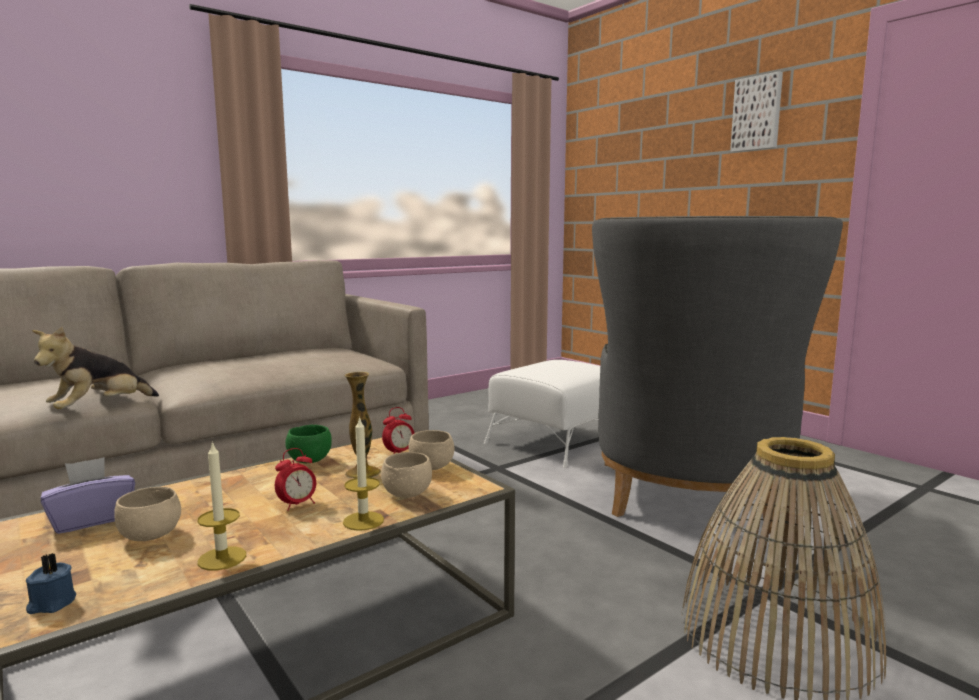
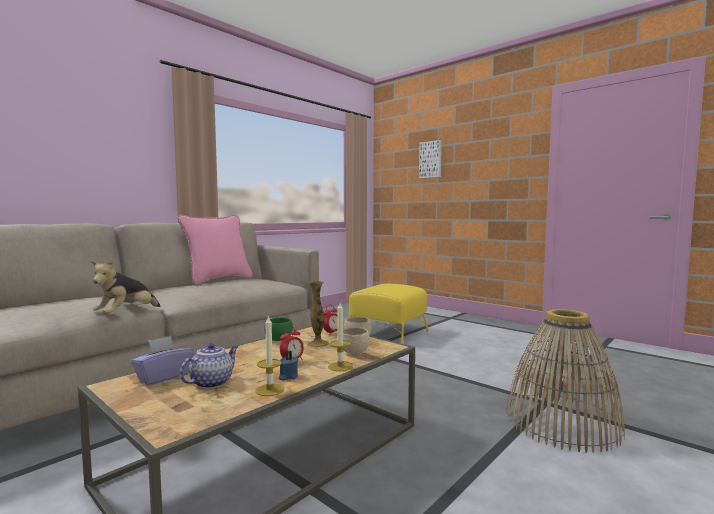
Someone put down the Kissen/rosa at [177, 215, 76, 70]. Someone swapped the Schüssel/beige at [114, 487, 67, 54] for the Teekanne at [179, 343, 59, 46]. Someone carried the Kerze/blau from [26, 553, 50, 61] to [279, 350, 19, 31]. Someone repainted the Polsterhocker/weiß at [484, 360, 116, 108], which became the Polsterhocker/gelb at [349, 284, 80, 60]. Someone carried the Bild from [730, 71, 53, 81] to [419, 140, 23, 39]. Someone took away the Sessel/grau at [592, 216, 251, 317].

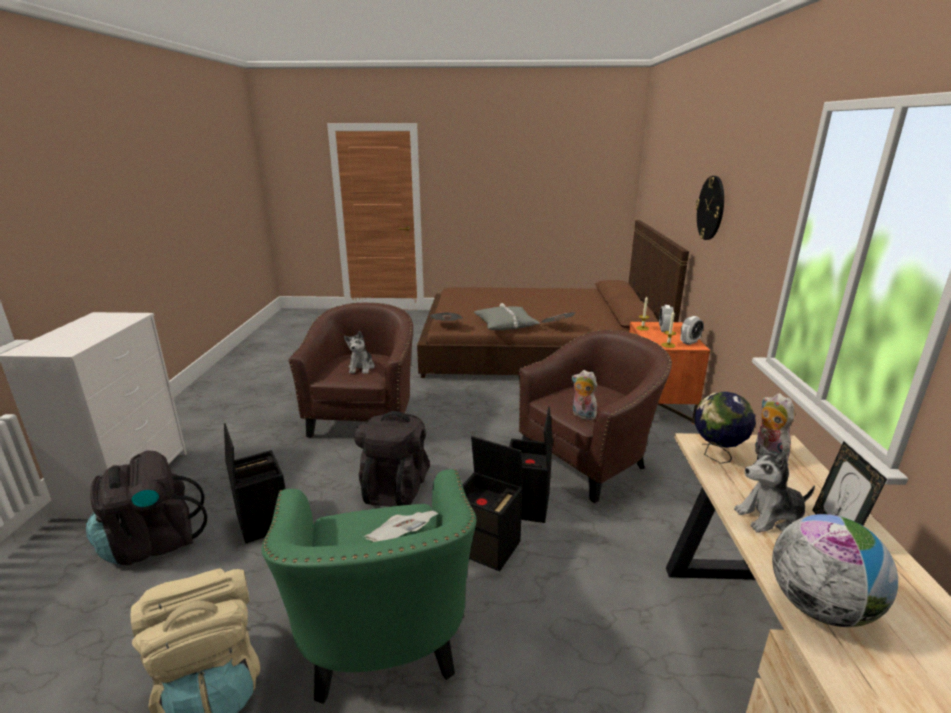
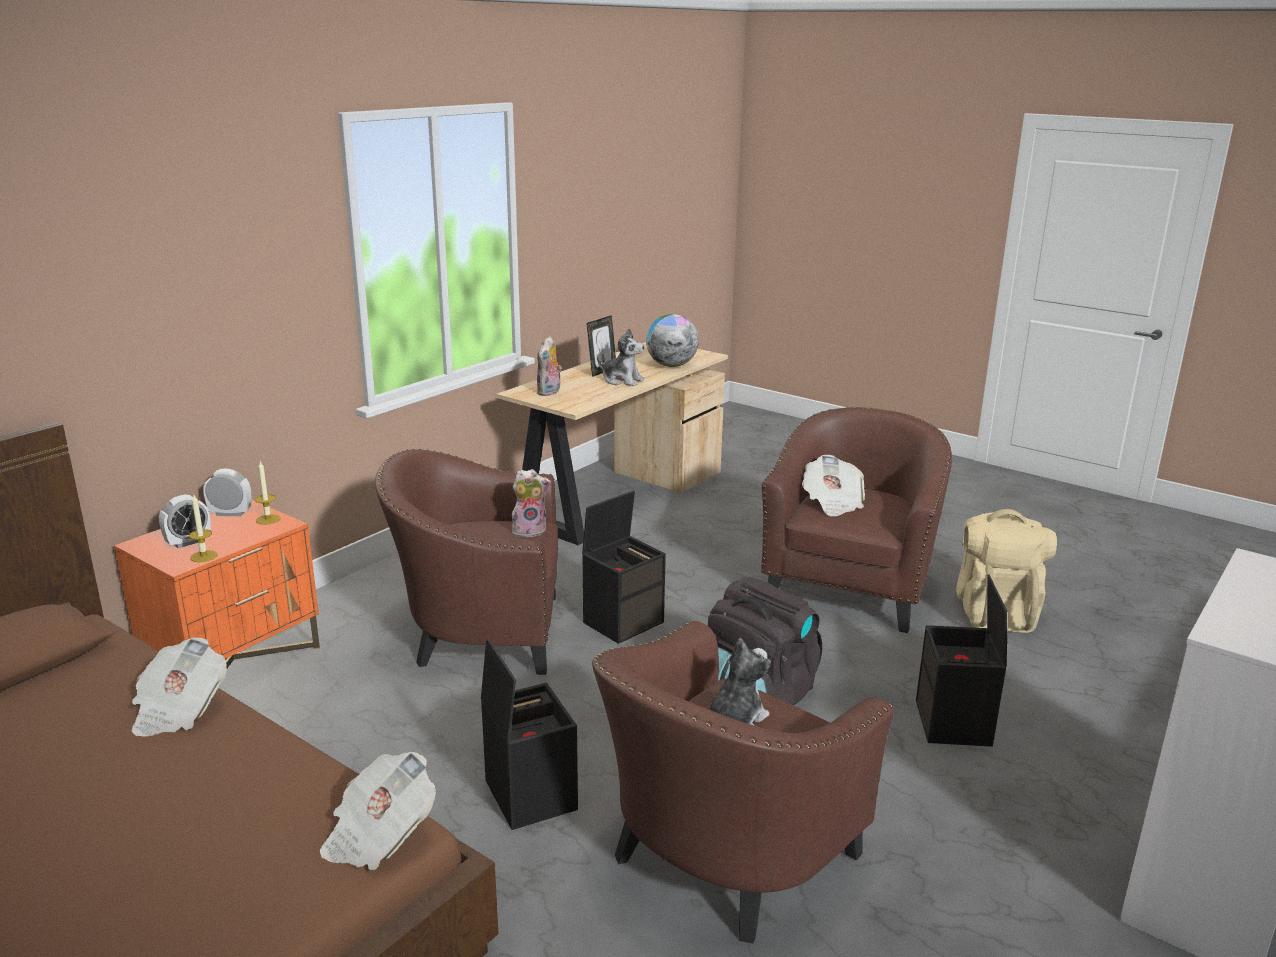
Someone carried the Aufbewahrungsbox/schwarz from [462, 436, 61, 135] to [481, 638, 97, 192]. Someone rotated the Plüschtier at [571, 370, 26, 50] by 90 degrees counterclockwise. Someone repainted the Sessel/grün at [261, 469, 216, 235], which became the Sessel/braun at [761, 407, 191, 226]. Someone took away the Rucksack/schwarz at [86, 450, 121, 115]. Someone took away the Kissen/grau at [474, 303, 66, 27]. Someone took away the Globus at [694, 392, 62, 72]. Someone took away the Wanduhr at [695, 176, 29, 64].

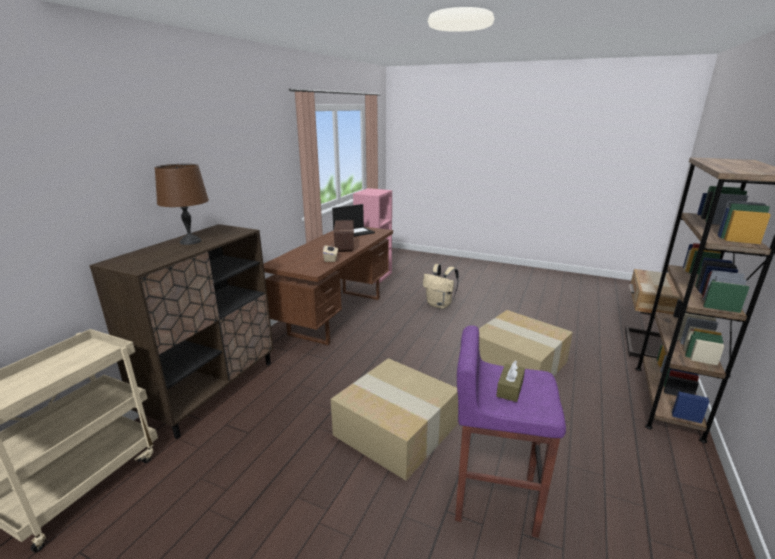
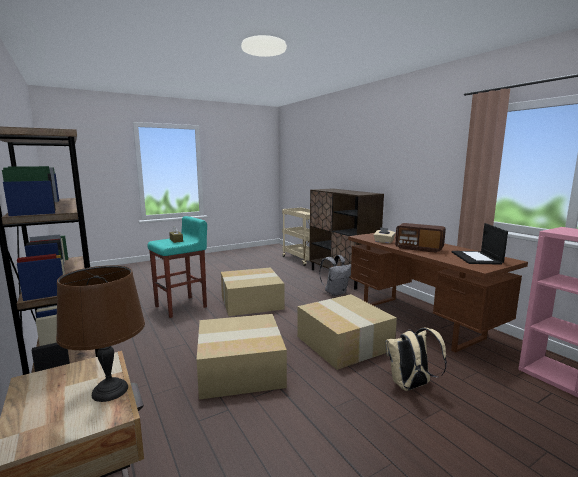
Someone carried the Tischlampe/braun from [155, 164, 54, 81] to [56, 265, 89, 137]. Someone repainted the Hocker/lila at [455, 325, 111, 213], which became the Hocker/türkis at [147, 216, 60, 102]. Someone put down the Karton at [297, 294, 100, 76]. Someone put down the Rucksack/grau at [319, 255, 32, 41].

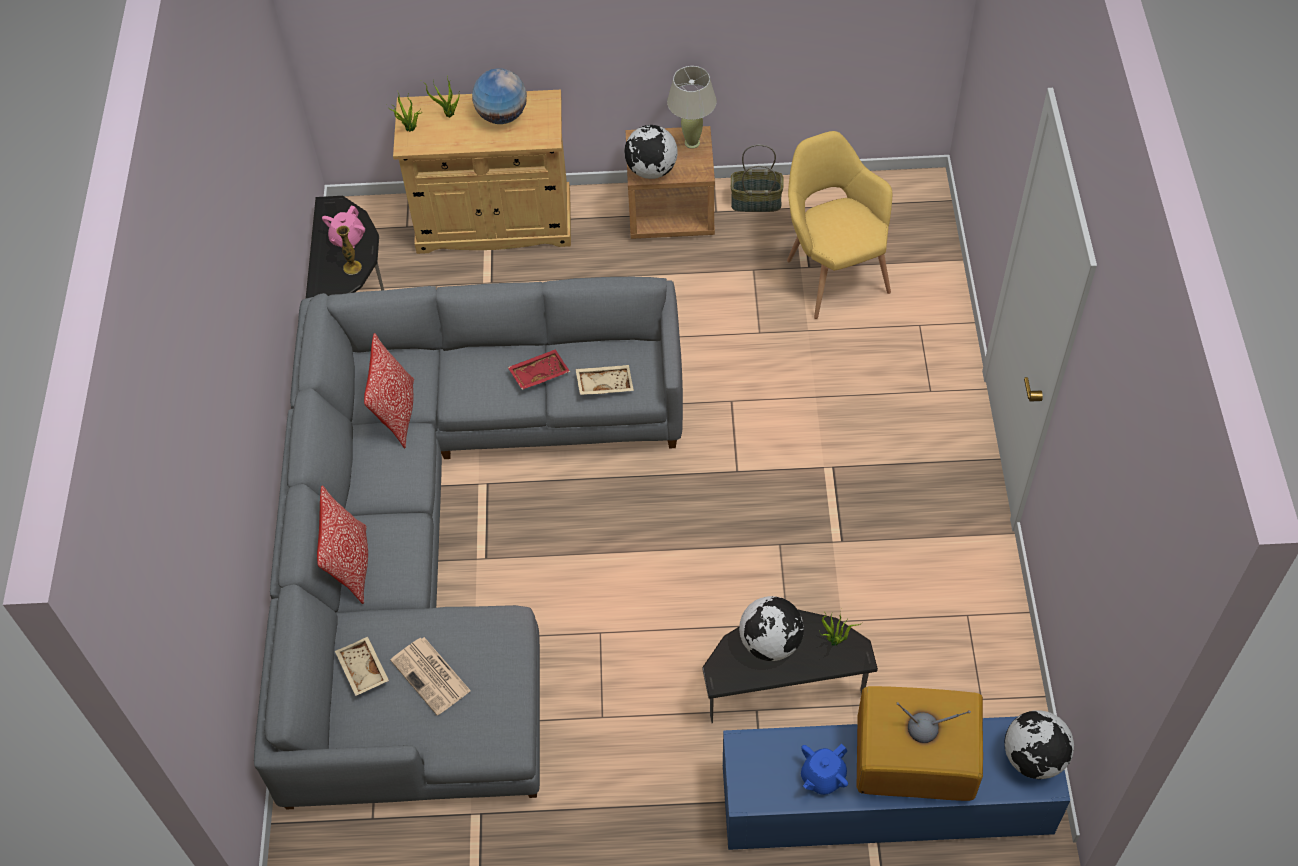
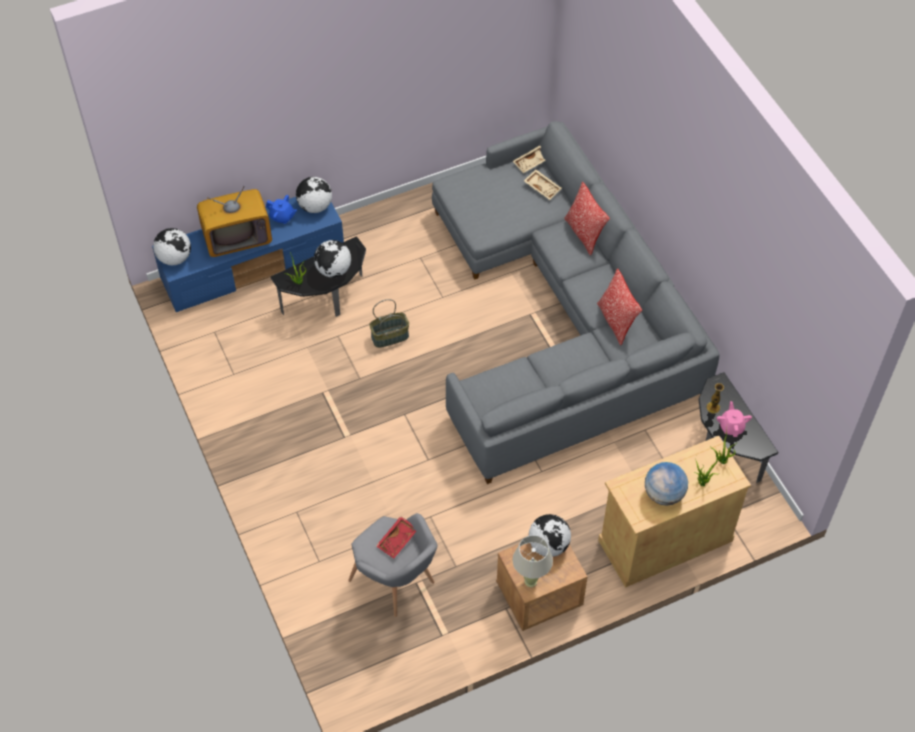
Someone rotated the Teekanne/blau at [801, 744, 47, 51] by 90 degrees clockwise. Someone put down the Globus at [296, 177, 36, 36]. Someone repainted the Sessel/gelb at [787, 131, 105, 188], which became the Sessel/grau at [348, 513, 90, 104]. Someone carried the Korb from [731, 144, 53, 68] to [369, 299, 40, 49]. Someone carried the Tablett/rot from [508, 349, 62, 41] to [376, 516, 40, 42]. Someone carried the Tablett/beige from [575, 365, 59, 30] to [513, 145, 33, 28]. Someone took away the Zeitung at [390, 637, 81, 78].

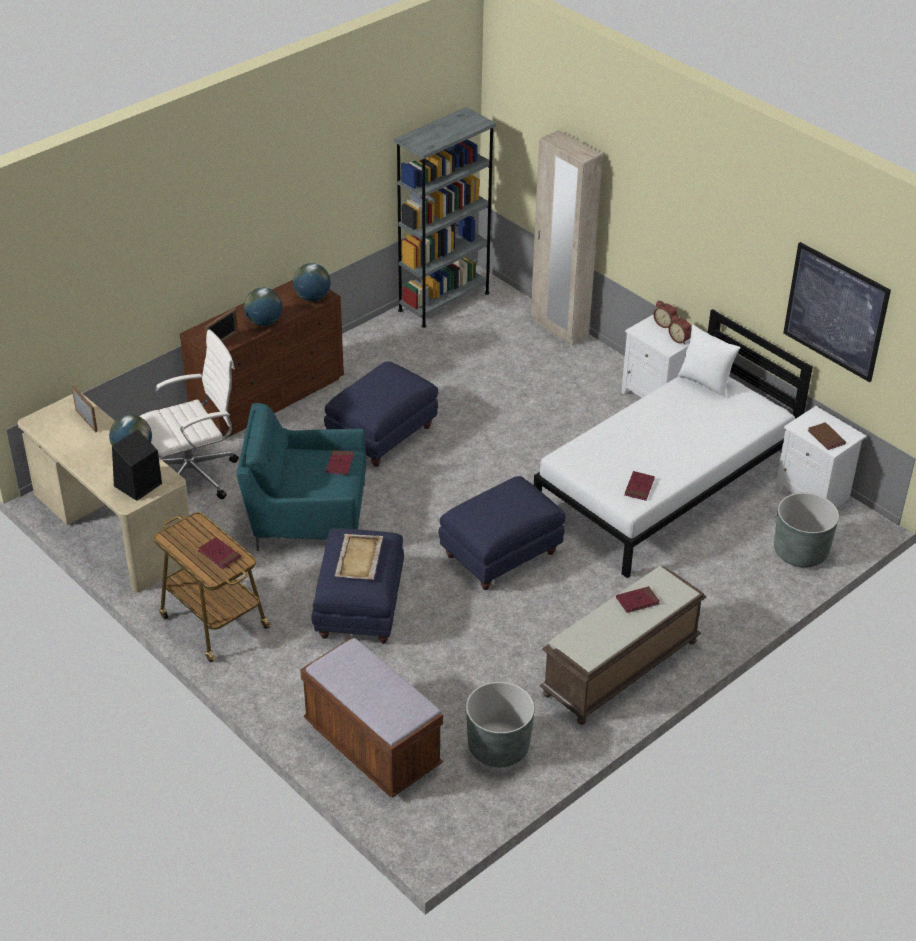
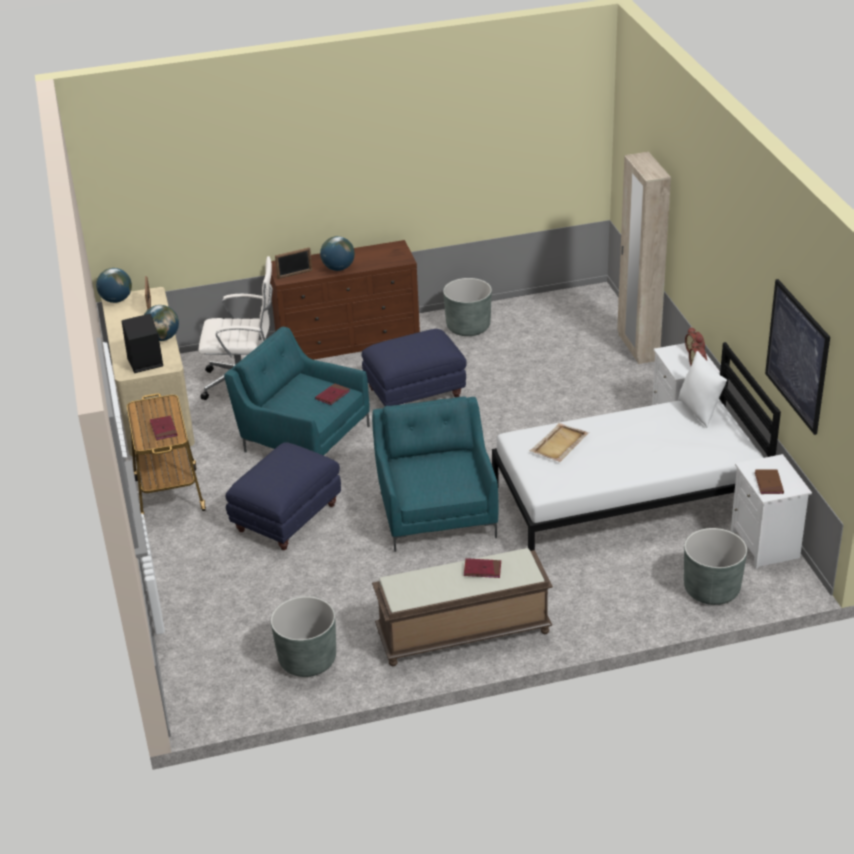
Someone carried the Globus from [293, 263, 38, 38] to [96, 268, 36, 35]. Someone swapped the Polsterhocker/blau at [438, 476, 128, 114] for the Sessel/türkis at [372, 396, 126, 156]. Someone put down the Pflanzkübel/grau at [443, 278, 49, 58]. Someone carried the Tablett/beige from [335, 534, 48, 46] to [530, 423, 59, 39]. Someone took away the Bank/braun at [300, 637, 143, 161]. Someone took away the Bücherregal/grau at [394, 107, 102, 221]. Someone took away the Buch/rot at [625, 471, 30, 30].

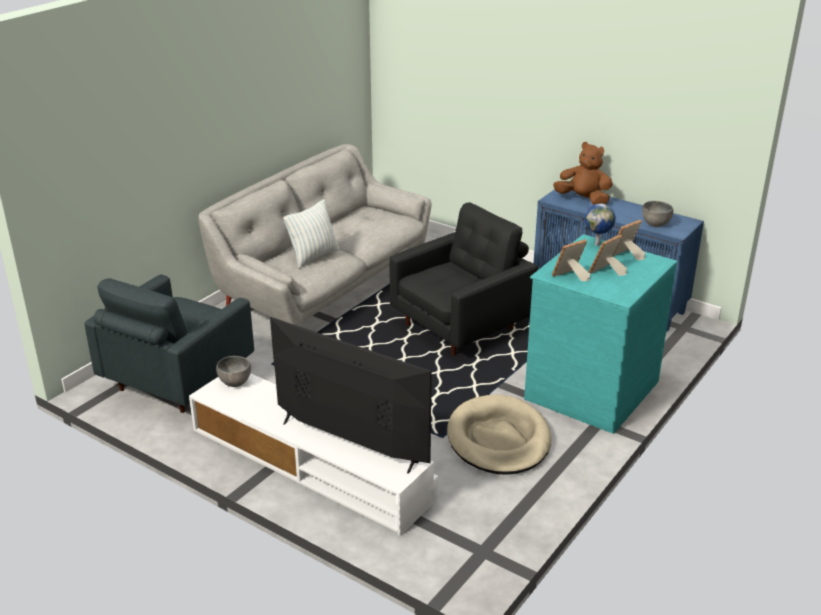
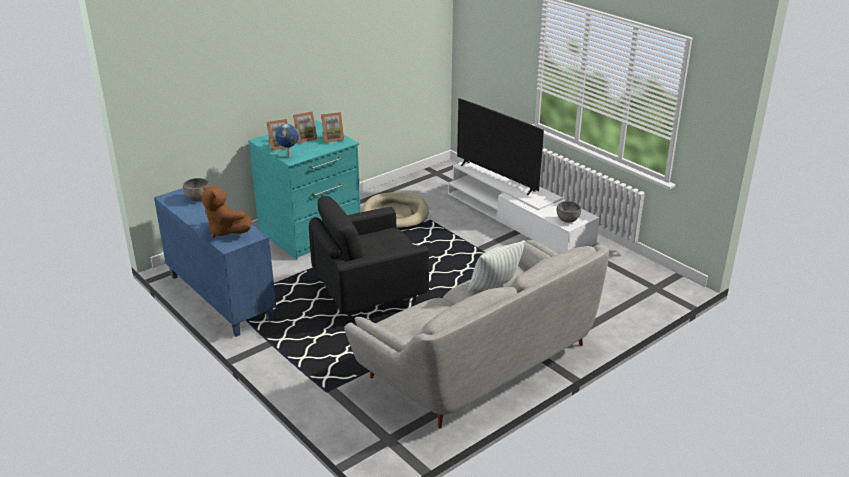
Someone took away the Sessel/grau at [84, 274, 170, 139].

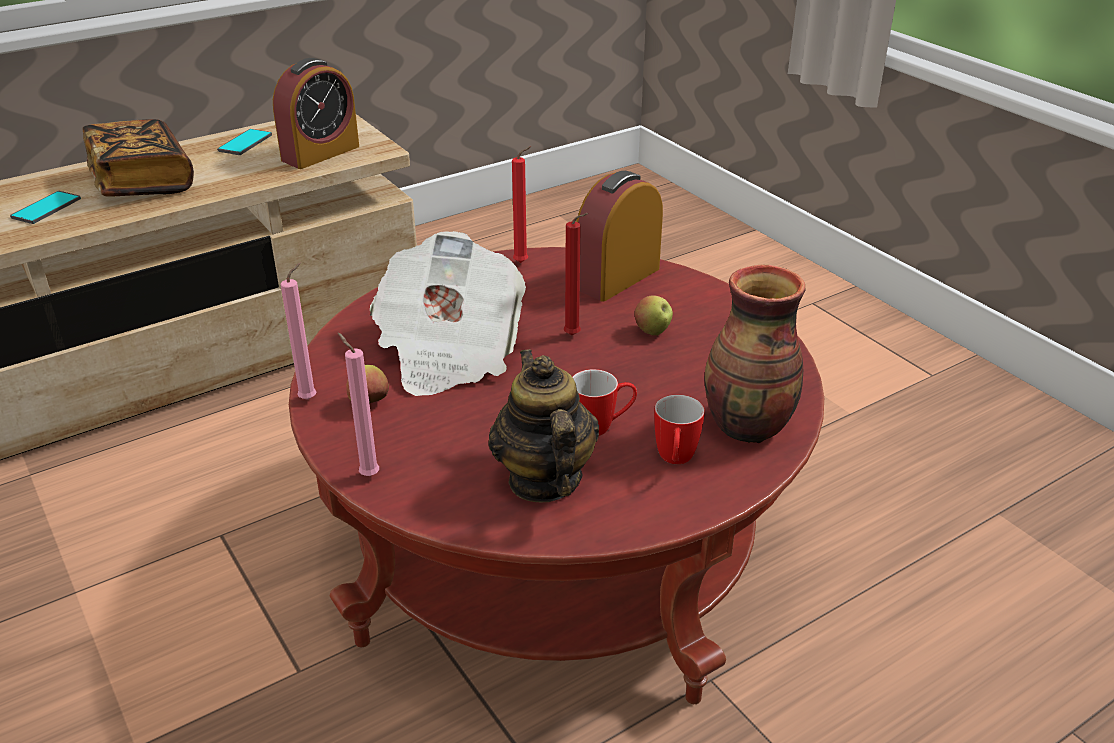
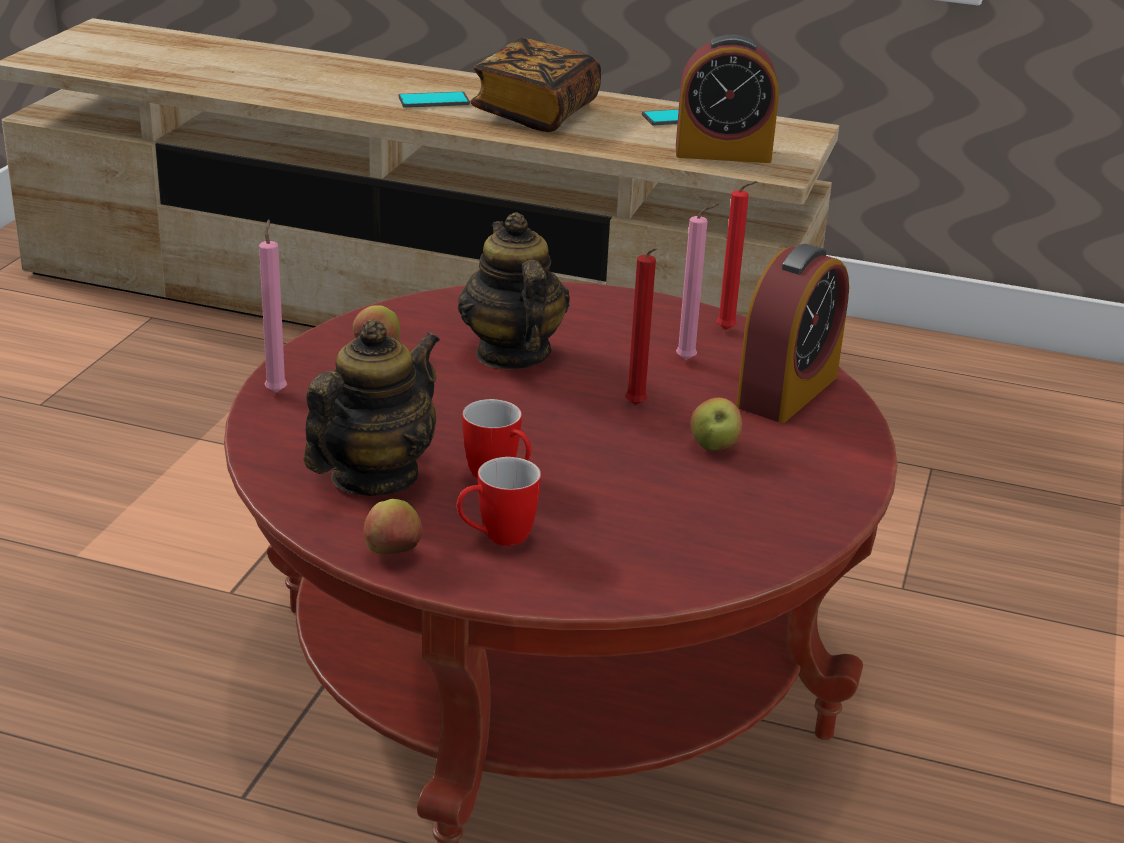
Someone put down the Apfel at [363, 499, 60, 55]. Someone swapped the Zeitung at [370, 231, 156, 165] for the Teekanne at [458, 212, 112, 158]. Someone carried the Kerze/rosa from [280, 263, 36, 137] to [676, 204, 43, 156]. Someone rotated the Wecker at [577, 171, 86, 130] by 120 degrees clockwise. Someone took away the Vase at [704, 265, 102, 178].

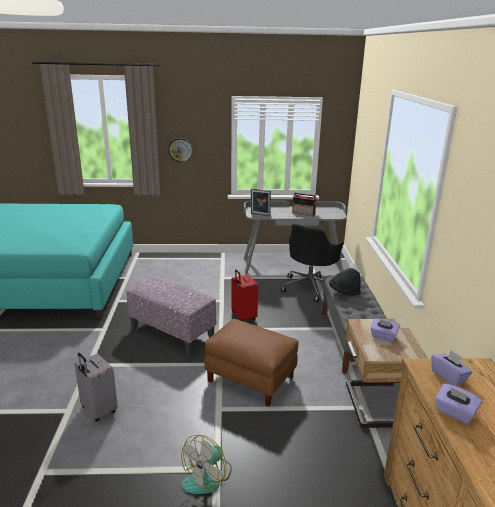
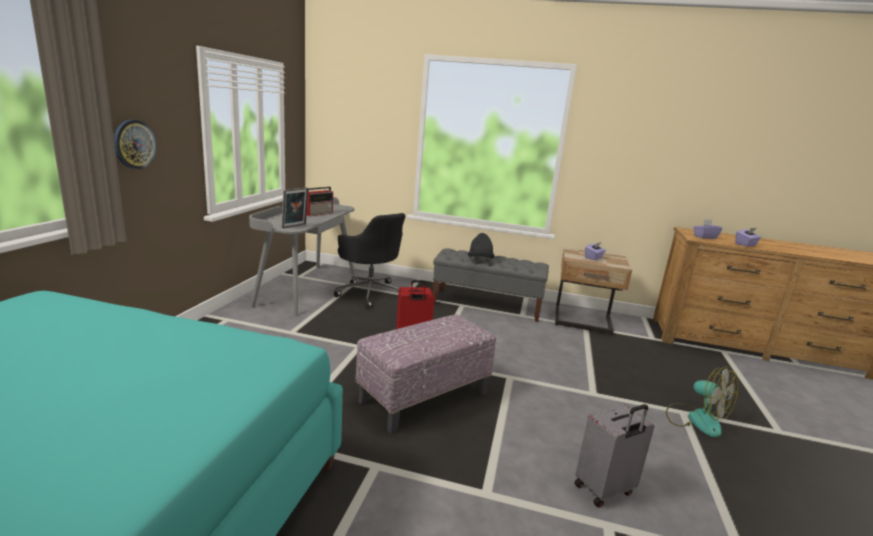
Someone took away the Polsterhocker/braun at [204, 319, 94, 88].

